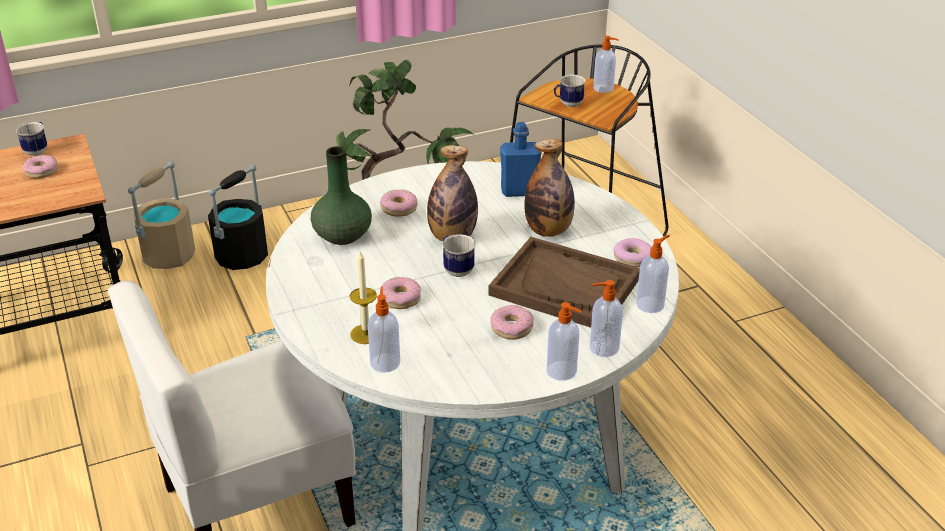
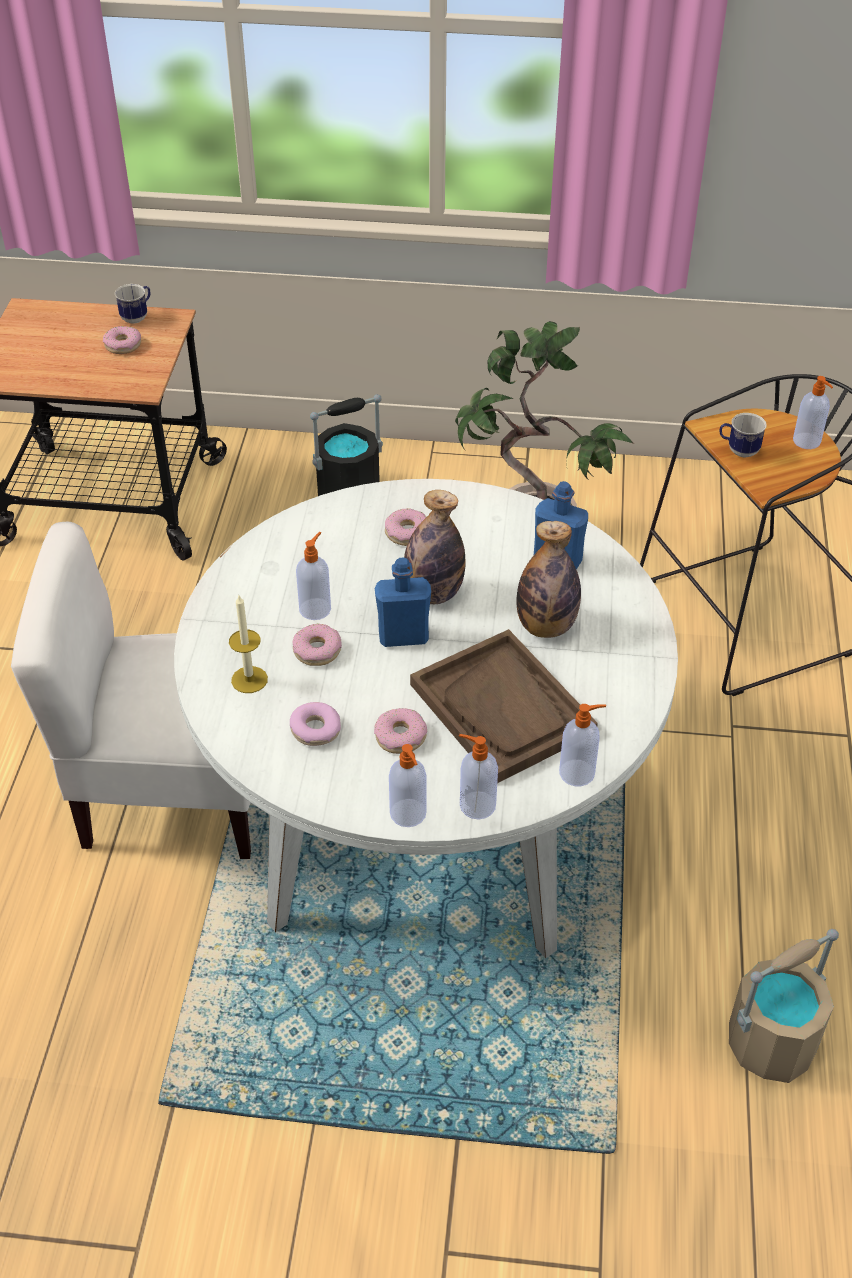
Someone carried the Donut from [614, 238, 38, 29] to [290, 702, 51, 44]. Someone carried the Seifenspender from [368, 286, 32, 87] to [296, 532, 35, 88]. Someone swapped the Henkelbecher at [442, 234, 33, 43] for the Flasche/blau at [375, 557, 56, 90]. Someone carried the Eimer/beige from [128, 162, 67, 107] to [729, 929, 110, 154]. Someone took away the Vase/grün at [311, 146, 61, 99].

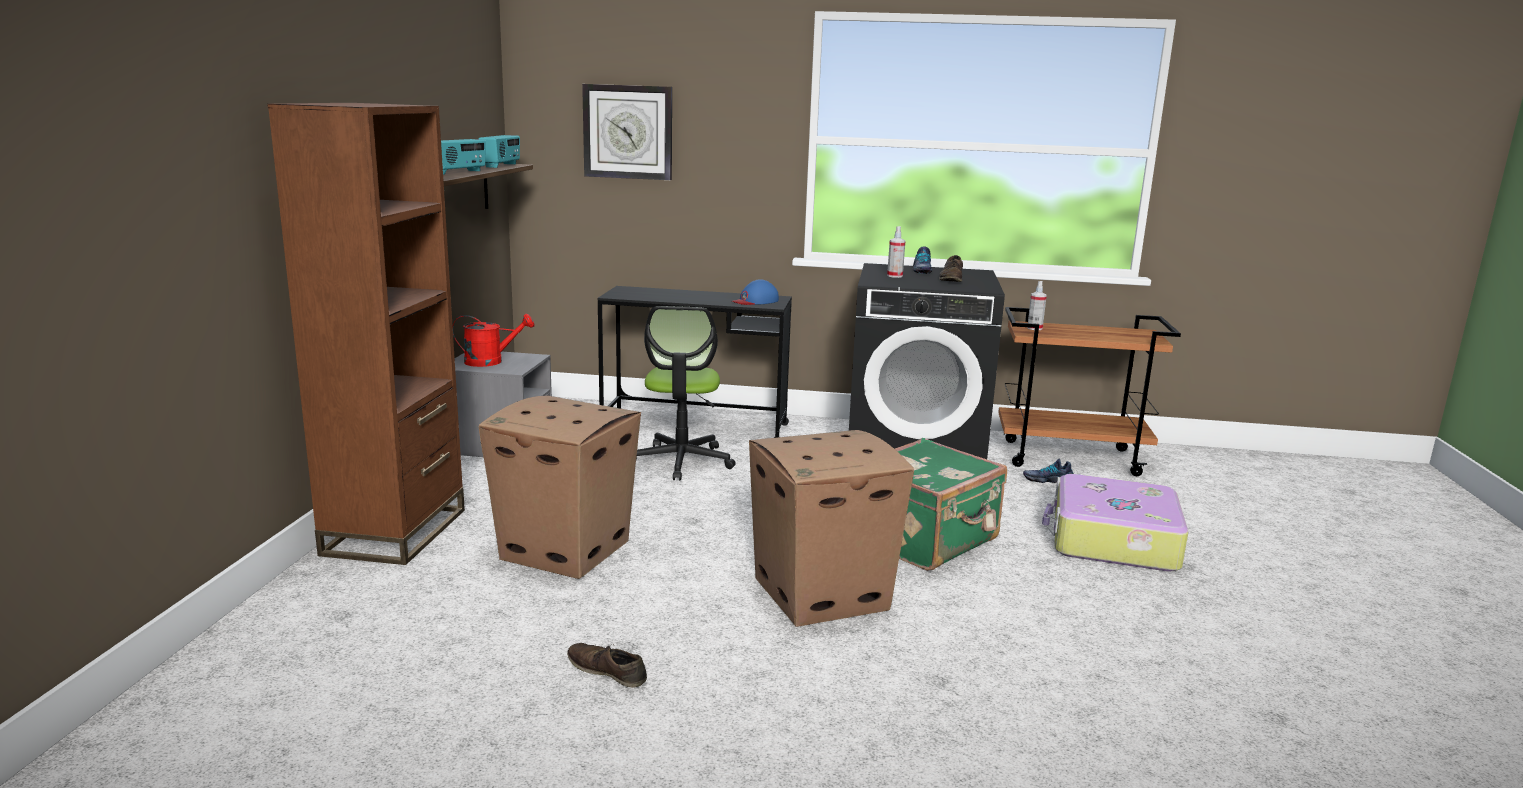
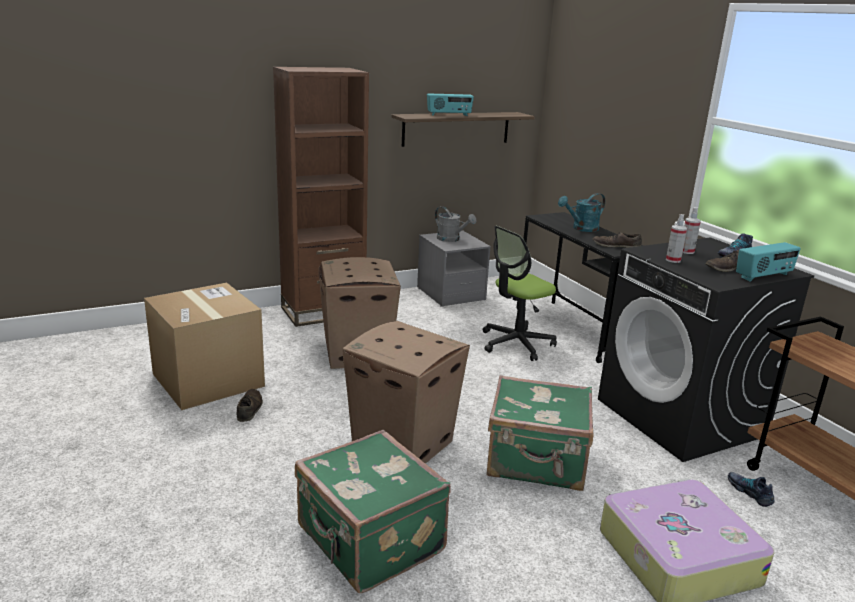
Someone put down the Karton at [144, 283, 121, 127]. Someone put down the Koffer/grün at [295, 430, 156, 163]. Someone repainted the Gießkanne/rot at [453, 314, 82, 53], which became the Gießkanne/grau at [435, 206, 41, 36]. Someone put down the Gießkanne/türkis at [558, 193, 47, 39]. Someone swapped the Kappe/blau at [732, 279, 47, 26] for the Schuh/braun at [593, 232, 49, 16]. Someone carried the Sprühflasche from [1027, 281, 20, 49] to [666, 214, 21, 49]. Someone carried the Radio from [479, 135, 41, 33] to [736, 242, 65, 40]. Someone took away the Wanduhr at [582, 84, 90, 96].

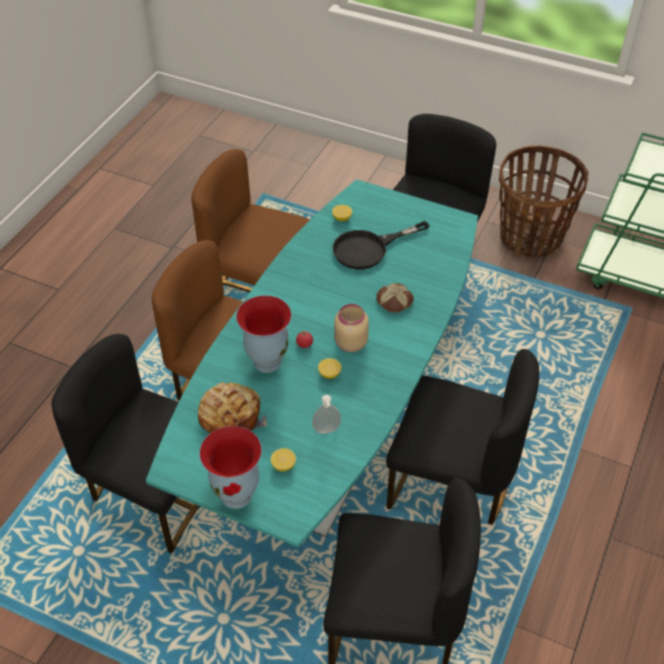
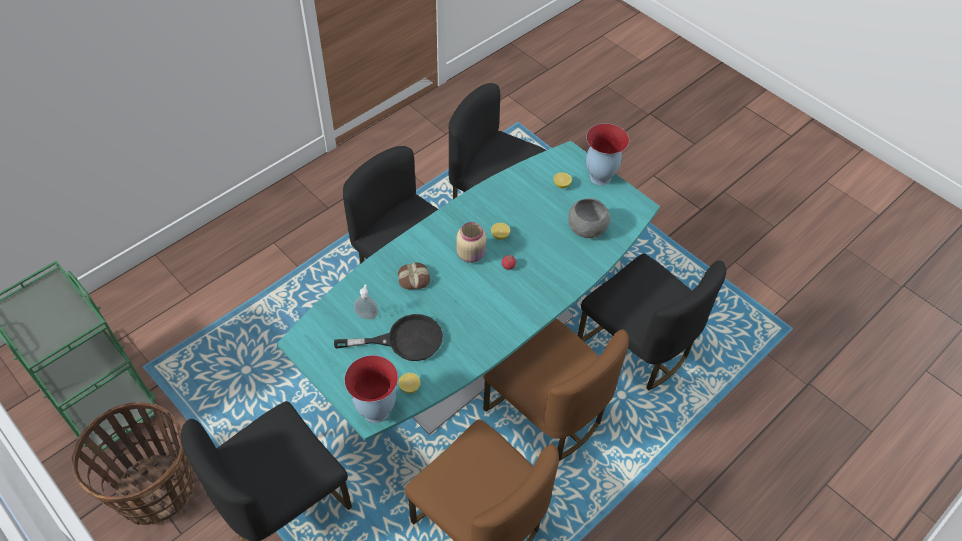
Someone carried the Vase from [236, 295, 55, 78] to [344, 355, 54, 68]. Someone carried the Seifenspender from [312, 395, 29, 39] to [354, 285, 25, 34]. Someone swapped the Brot at [198, 382, 69, 51] for the Schüssel/grau at [568, 198, 42, 40].

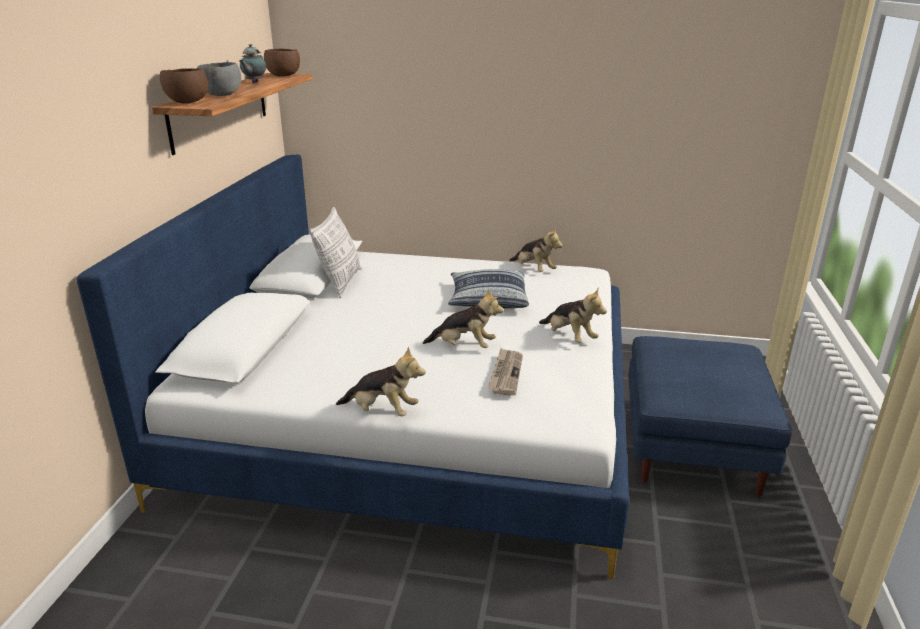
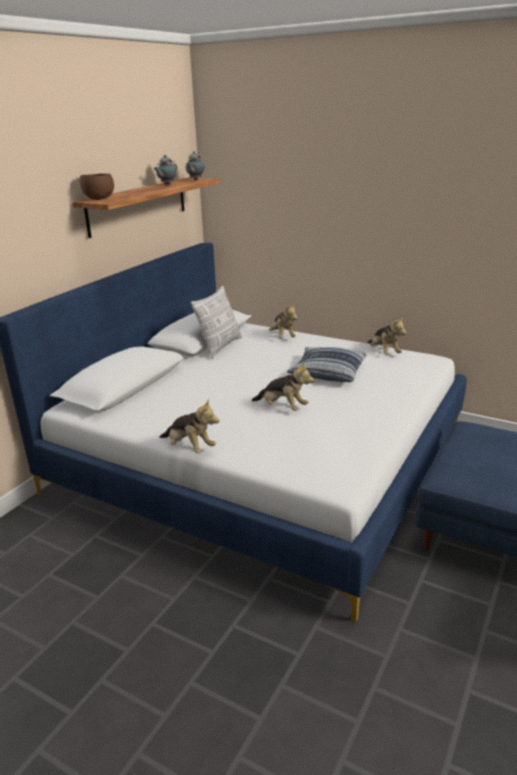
Someone swapped the Schüssel/braun at [264, 49, 36, 27] for the Teekanne at [186, 151, 19, 29]. Someone carried the Plüschtier from [539, 288, 68, 55] to [269, 303, 28, 35]. Someone took away the Schüssel/grau at [197, 62, 44, 34]. Someone took away the Zeitung at [488, 348, 35, 48].

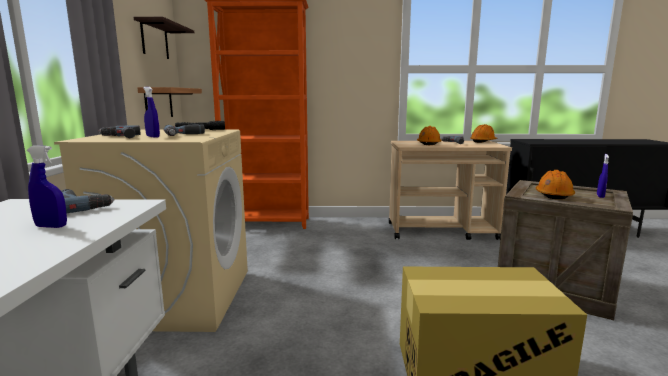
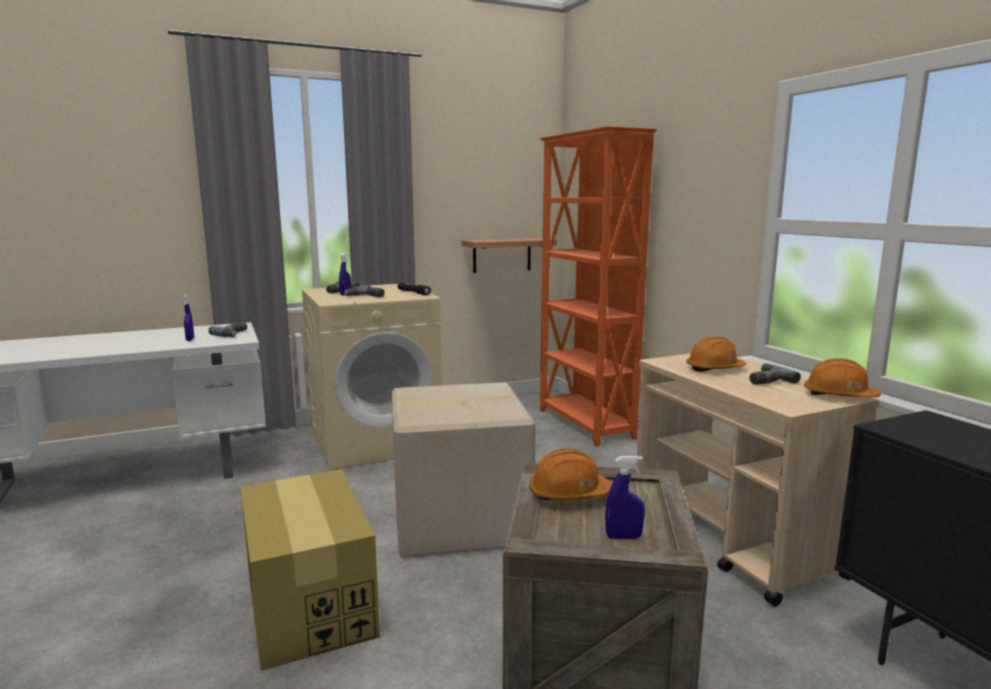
Someone put down the Karton at [391, 382, 145, 176]. Someone took away the Wandregal at [134, 17, 60, 42].

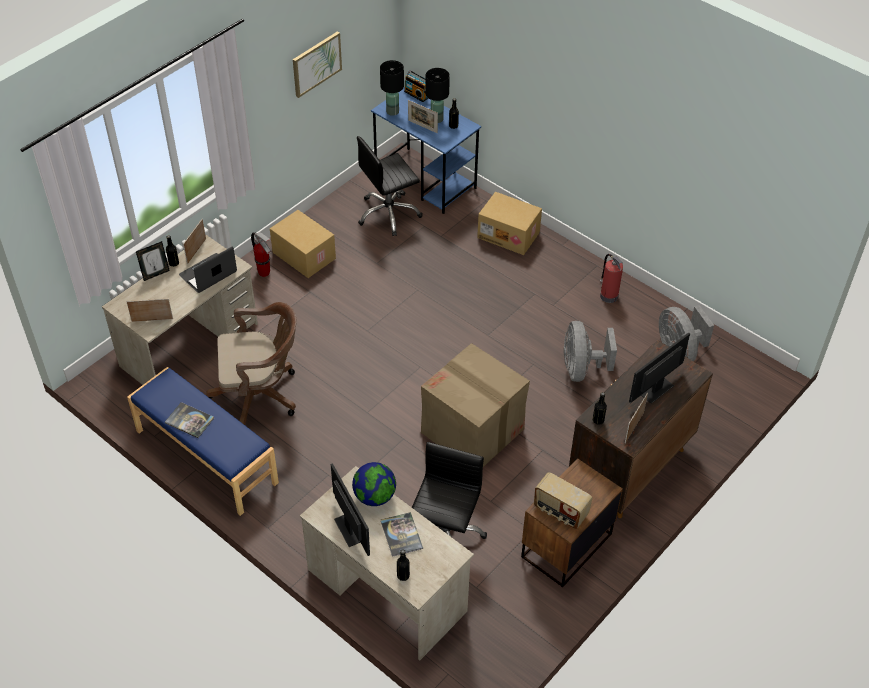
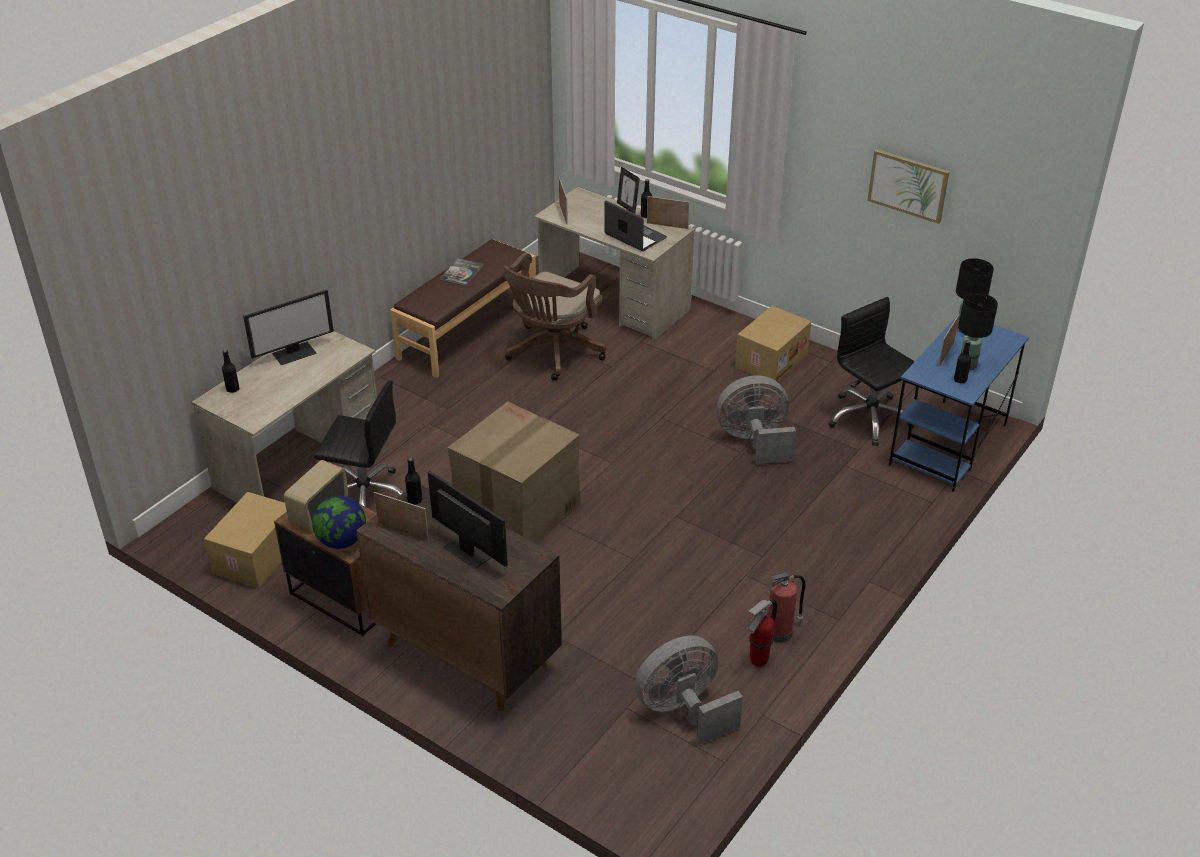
Someone carried the Karton from [477, 192, 65, 63] to [204, 492, 83, 97]. Someone carried the Globus from [352, 462, 44, 44] to [312, 496, 54, 53]. Someone repainted the Bank/blau at [127, 367, 152, 149], which became the Bank/braun at [390, 239, 146, 139]. Someone rotated the Bürostuhl/braun at [206, 302, 90, 123] by 45 degrees clockwise. Someone carried the Ventilator/grau from [564, 321, 53, 61] to [716, 376, 80, 88]. Someone carried the Feuerlöscher from [251, 232, 20, 45] to [747, 599, 30, 67]. Someone took away the Buch at [381, 512, 42, 45]. Someone took away the Radio at [404, 70, 24, 32].

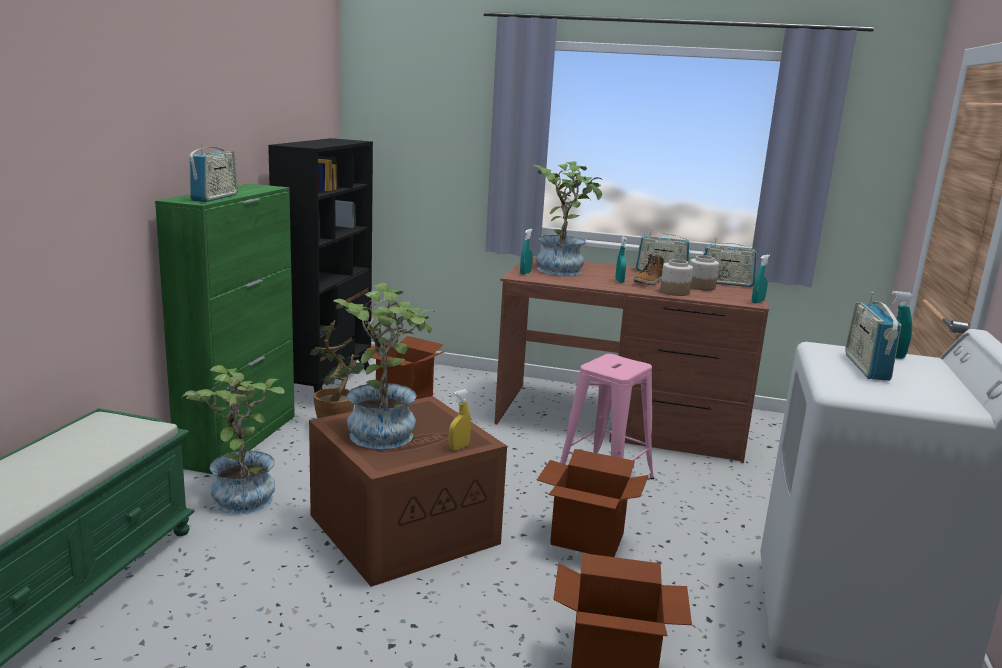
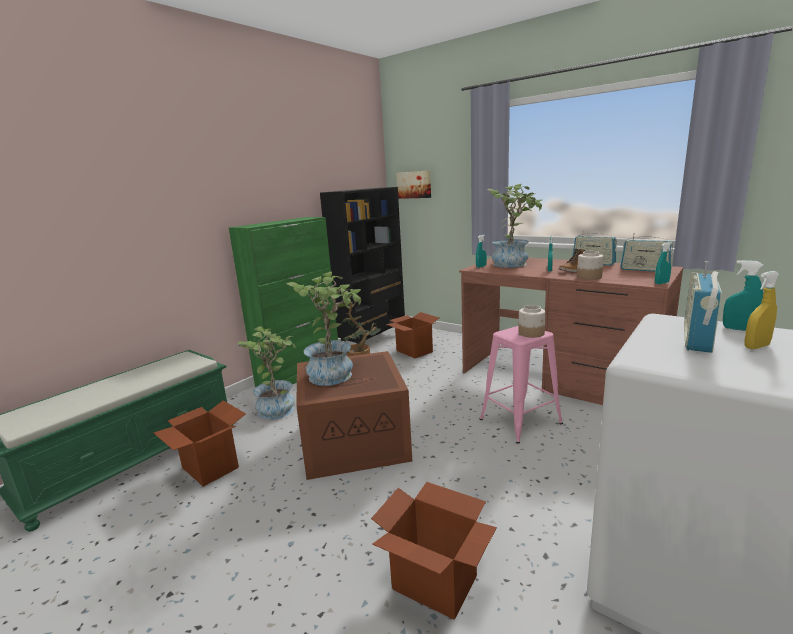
Someone carried the Karton from [537, 449, 112, 108] to [153, 401, 93, 86]. Someone put up the Bild at [396, 171, 35, 28]. Someone carried the Vorratsglas from [690, 255, 29, 36] to [518, 305, 28, 33]. Someone carried the Sprühflasche/gelb from [449, 389, 22, 61] to [744, 271, 36, 78]. Someone took away the Radio at [189, 143, 49, 59].

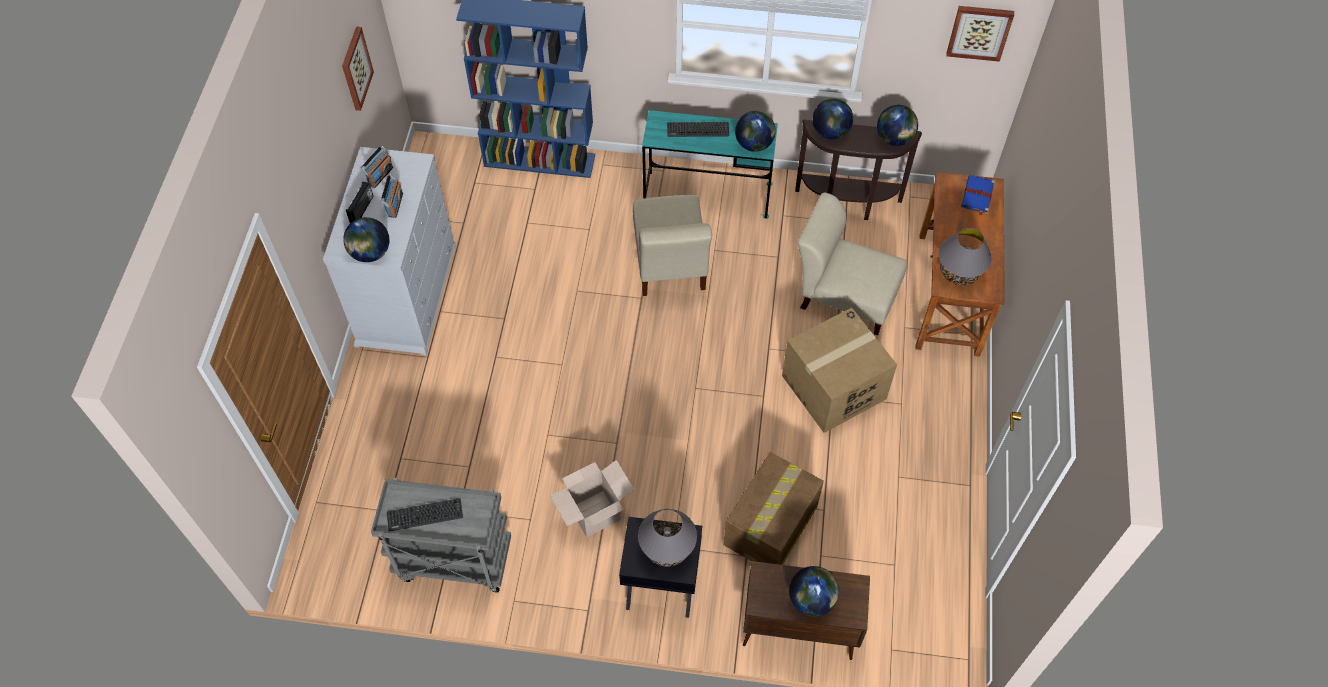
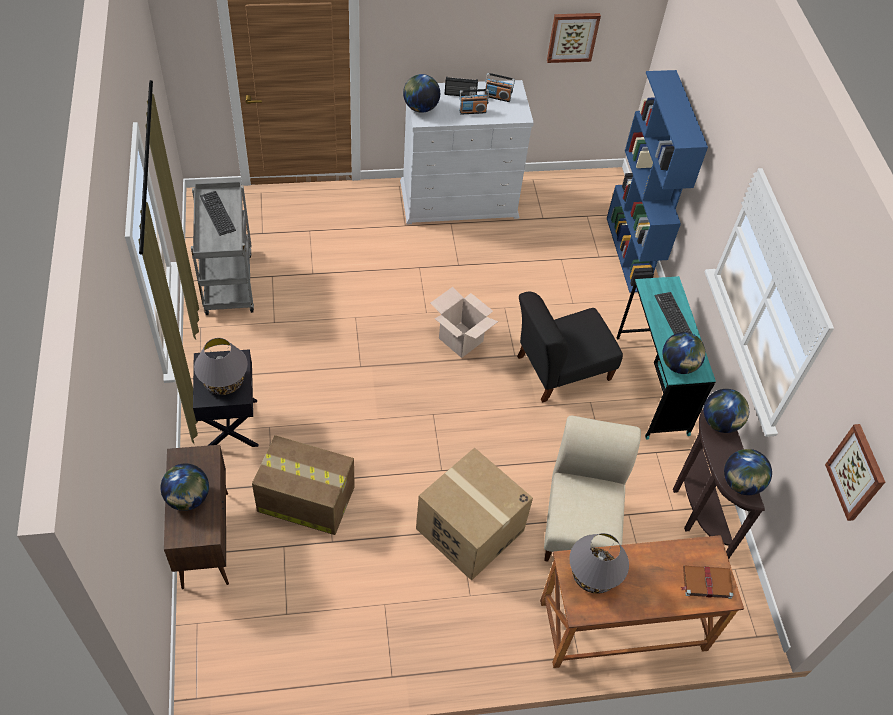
Someone carried the Karton from [550, 460, 85, 77] to [430, 287, 68, 71]. Someone repainted the Stuhl/beige at [633, 195, 79, 101], which became the Stuhl/schwarz at [517, 292, 106, 111]. Someone repainted the Buch/blau at [961, 175, 34, 40], which became the Buch/braun at [681, 565, 53, 34].

